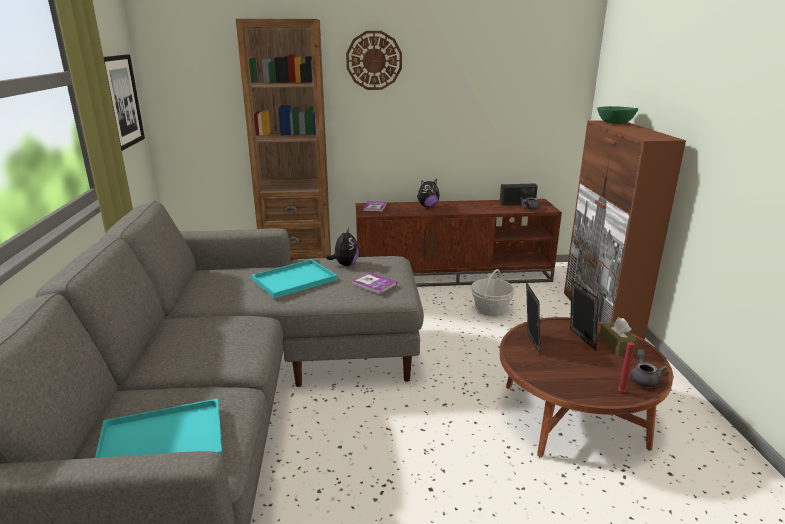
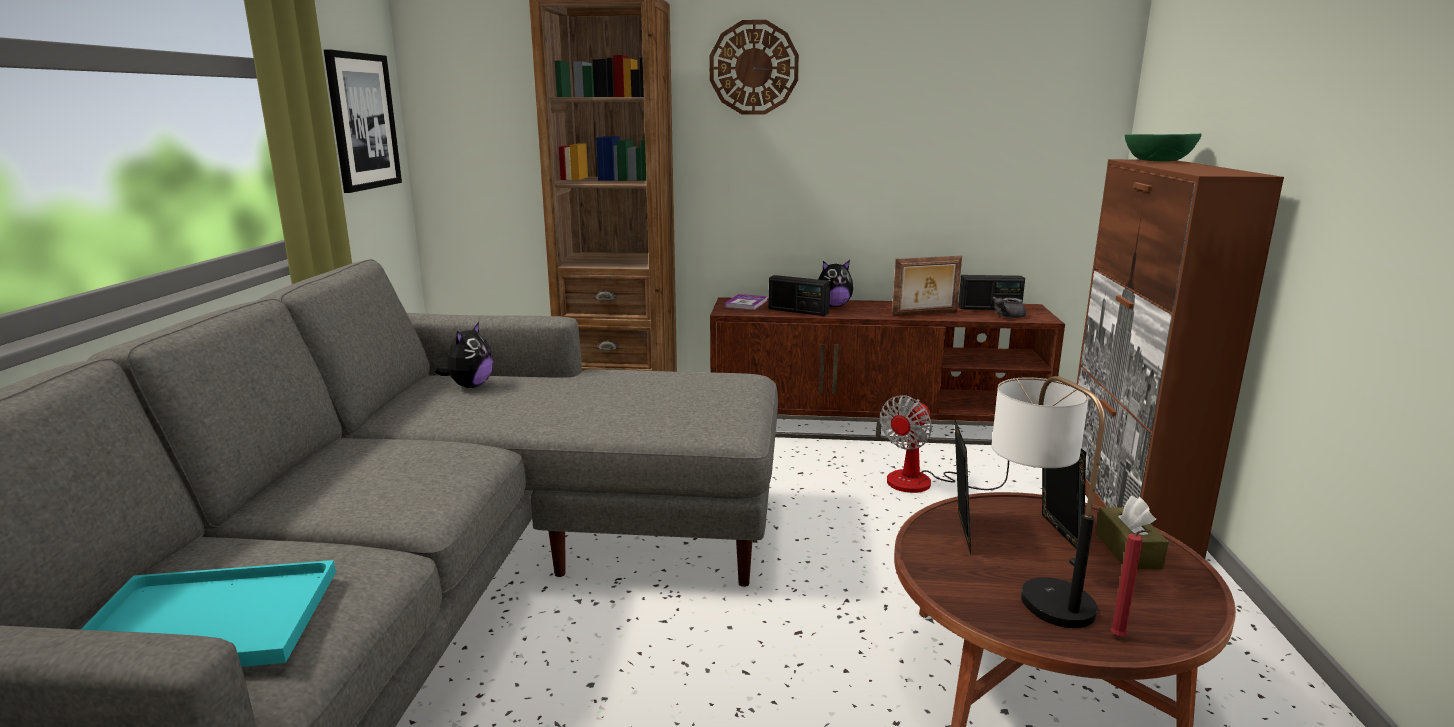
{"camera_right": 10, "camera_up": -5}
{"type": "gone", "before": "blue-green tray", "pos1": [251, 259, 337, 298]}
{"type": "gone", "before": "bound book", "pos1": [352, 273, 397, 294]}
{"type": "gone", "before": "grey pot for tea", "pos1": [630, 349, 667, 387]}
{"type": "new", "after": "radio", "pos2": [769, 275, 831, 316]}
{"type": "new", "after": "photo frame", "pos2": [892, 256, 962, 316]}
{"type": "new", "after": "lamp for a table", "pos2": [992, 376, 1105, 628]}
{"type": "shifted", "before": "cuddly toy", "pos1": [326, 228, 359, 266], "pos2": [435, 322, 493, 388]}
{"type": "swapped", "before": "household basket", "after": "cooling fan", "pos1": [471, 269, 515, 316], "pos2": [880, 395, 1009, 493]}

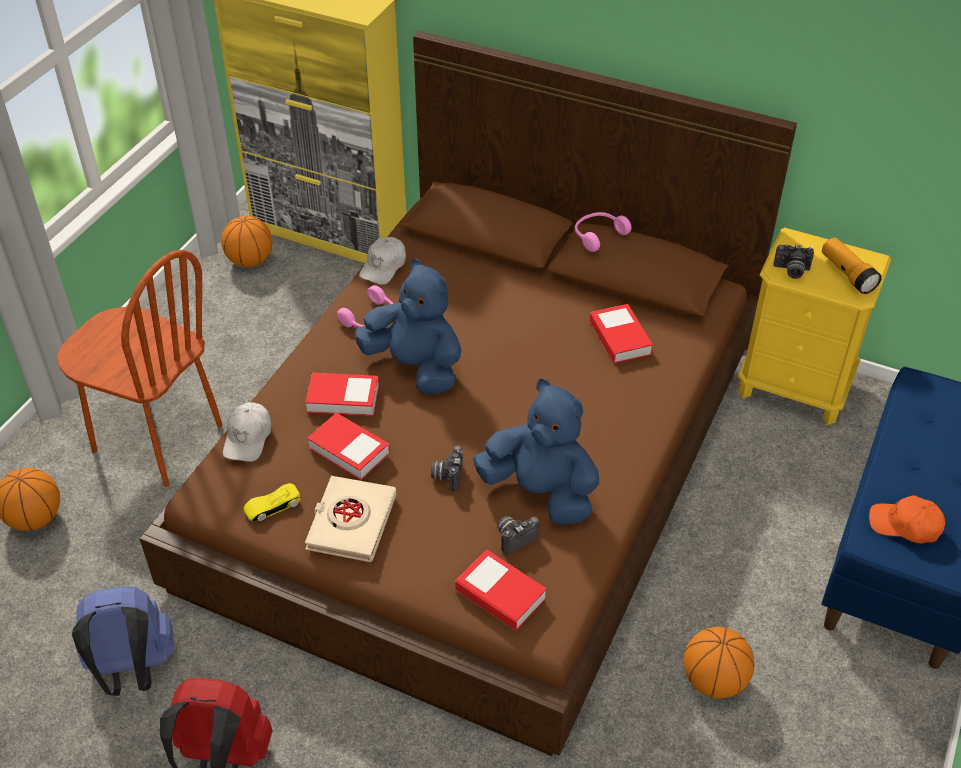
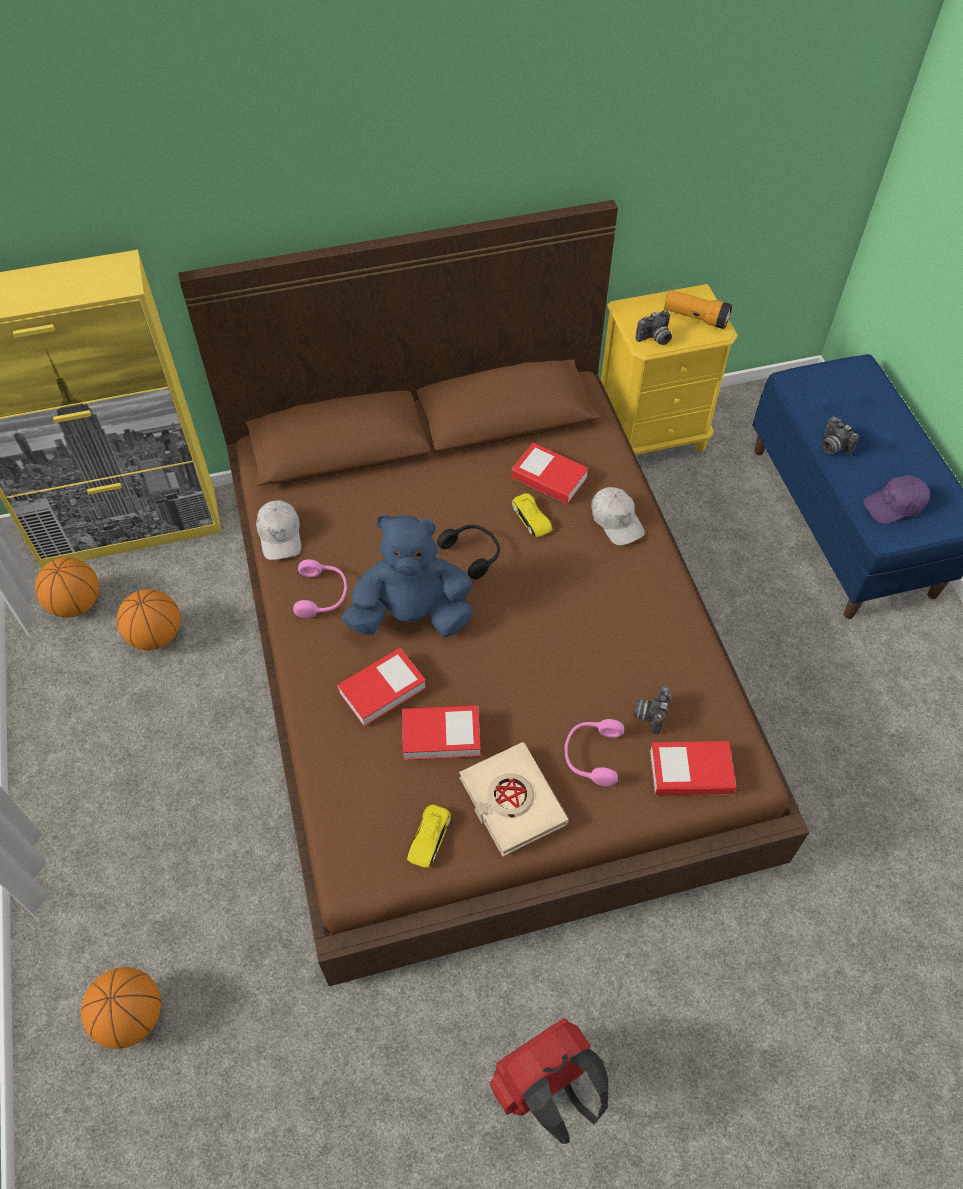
{"camera_right": -40, "camera_up": 10}
{"type": "gone", "before": "brown-coloured plain chair", "pos1": [57, 250, 222, 487]}
{"type": "gone", "before": "blue rucksack", "pos1": [72, 586, 174, 696]}
{"type": "gone", "before": "blue cuddly toy", "pos1": [473, 379, 599, 525]}
{"type": "new", "after": "black pair of headphones", "pos2": [437, 525, 500, 579]}
{"type": "new", "after": "yellow-coloured toy car", "pos2": [512, 493, 553, 537]}
{"type": "shifted", "before": "white peaked cap", "pos1": [223, 403, 272, 462], "pos2": [591, 487, 645, 546]}
{"type": "shifted", "before": "still camera", "pos1": [431, 445, 463, 491], "pos2": [822, 417, 859, 455]}
{"type": "shifted", "before": "pink-coloured pair of headphones", "pos1": [575, 212, 632, 252], "pos2": [564, 719, 624, 786]}
{"type": "shifted", "before": "basketball ball", "pos1": [684, 627, 755, 698], "pos2": [117, 589, 181, 650]}
{"type": "repainted", "before": "orangey peaked cap", "after": "purplish peaked cap", "pos1": [869, 495, 945, 543], "pos2": [863, 475, 930, 524]}

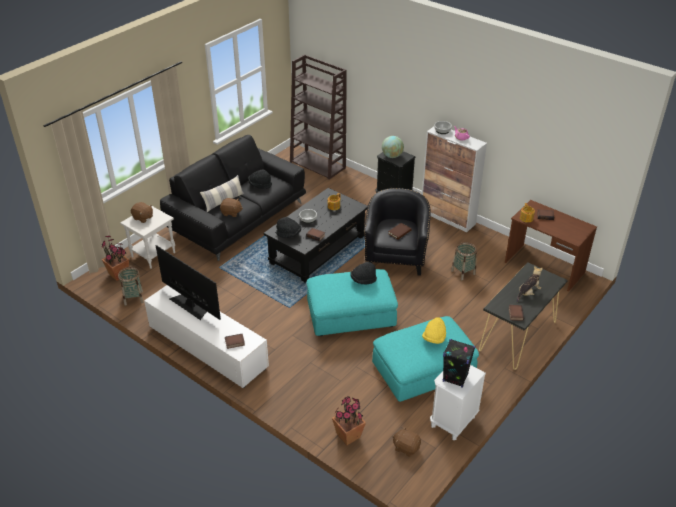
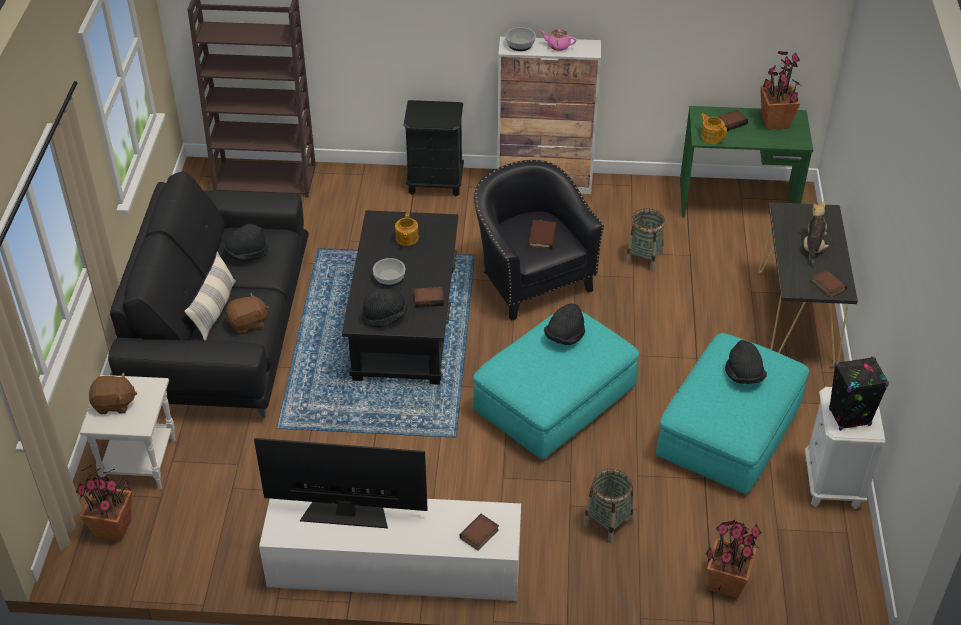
{"camera_right": -35, "camera_up": 5}
{"type": "gone", "before": "world globe", "pos1": [382, 136, 404, 158]}
{"type": "gone", "before": "brown-coloured cuddly toy", "pos1": [393, 428, 421, 457]}
{"type": "new", "after": "houseplant", "pos2": [760, 51, 800, 130]}
{"type": "shifted", "before": "household basket", "pos1": [118, 267, 143, 306], "pos2": [584, 468, 633, 543]}
{"type": "repainted", "before": "yellow-coloured wearable hat", "after": "black wearable hat", "pos1": [422, 317, 446, 344], "pos2": [725, 340, 767, 384]}
{"type": "repainted", "before": "brown-coloured desk", "after": "green desk", "pos1": [505, 200, 597, 292], "pos2": [680, 106, 813, 218]}

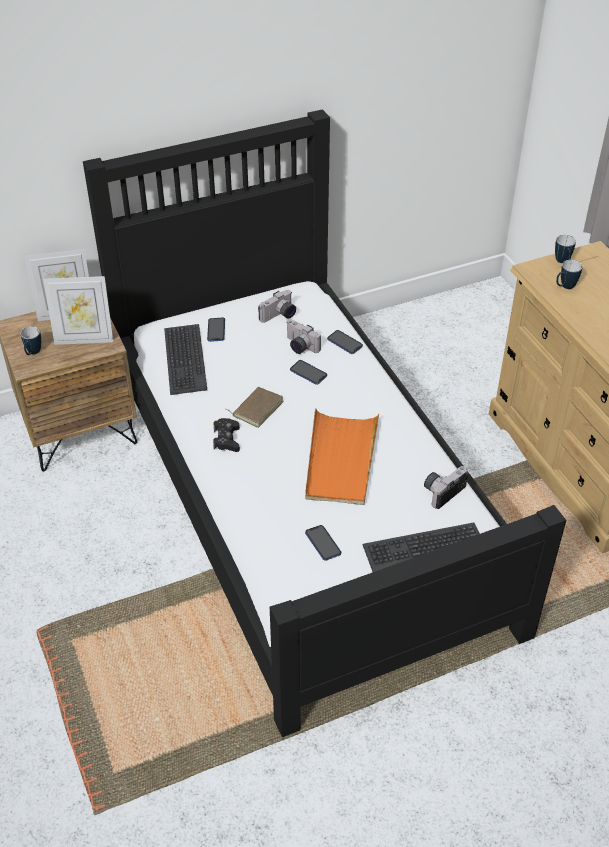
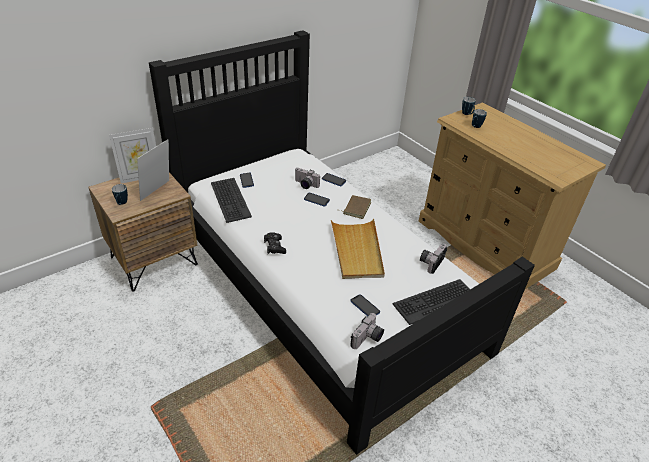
{"camera_right": -15, "camera_up": -5}
{"type": "shifted", "before": "brown-coloured bound book", "pos1": [226, 387, 284, 428], "pos2": [340, 195, 371, 219]}
{"type": "shifted", "before": "still camera", "pos1": [258, 290, 296, 323], "pos2": [350, 313, 384, 349]}
{"type": "repainted", "before": "orangey tray", "after": "beige tray", "pos1": [305, 408, 379, 505], "pos2": [331, 219, 385, 279]}
{"type": "rotated", "before": "photo frame", "pos1": [43, 276, 113, 345], "pos2": [137, 139, 169, 201], "turn": 135}

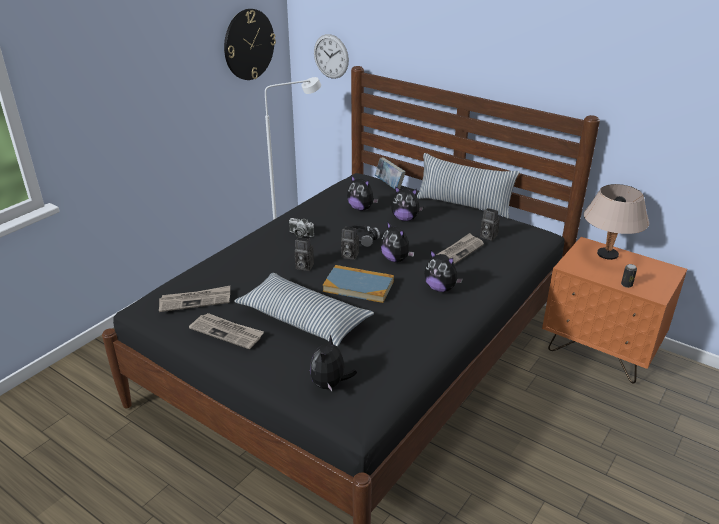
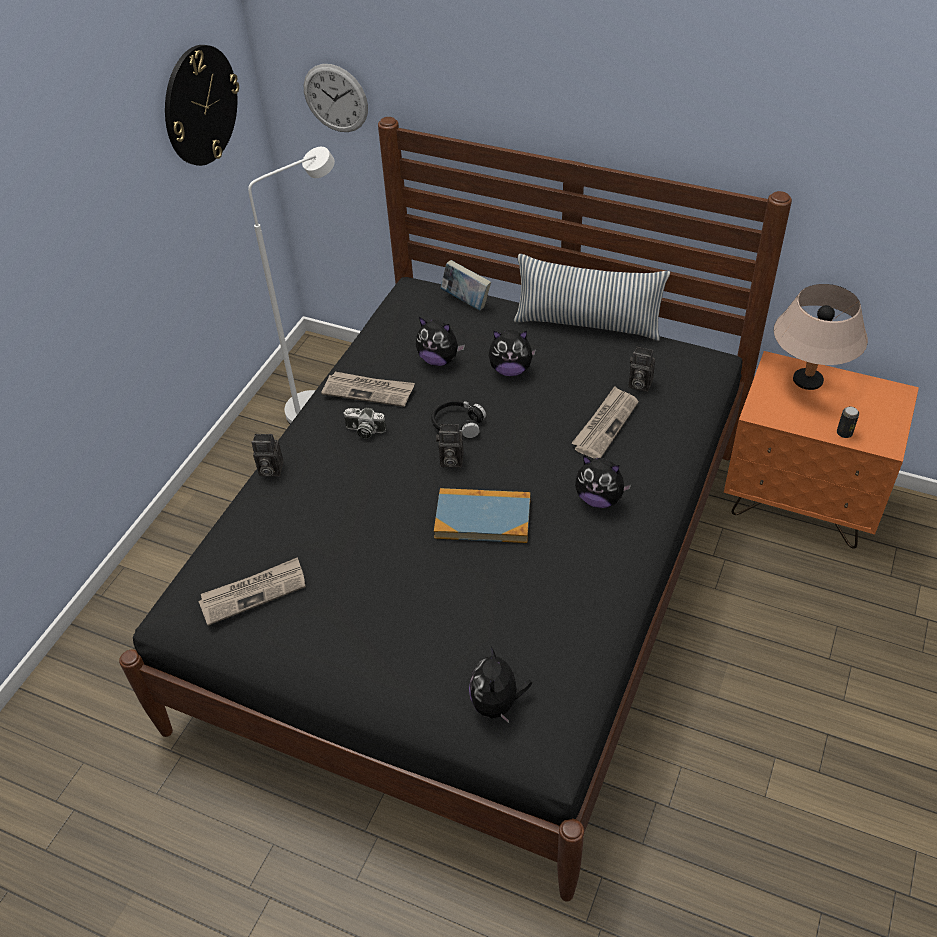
{"camera_right": -10, "camera_up": 15}
{"type": "gone", "before": "throw pillow", "pos1": [234, 273, 374, 346]}
{"type": "gone", "before": "cuddly toy", "pos1": [380, 221, 414, 262]}
{"type": "shifted", "before": "printed paper", "pos1": [189, 313, 264, 349], "pos2": [321, 372, 415, 407]}
{"type": "shifted", "before": "still camera", "pos1": [294, 237, 314, 271], "pos2": [251, 434, 284, 477]}

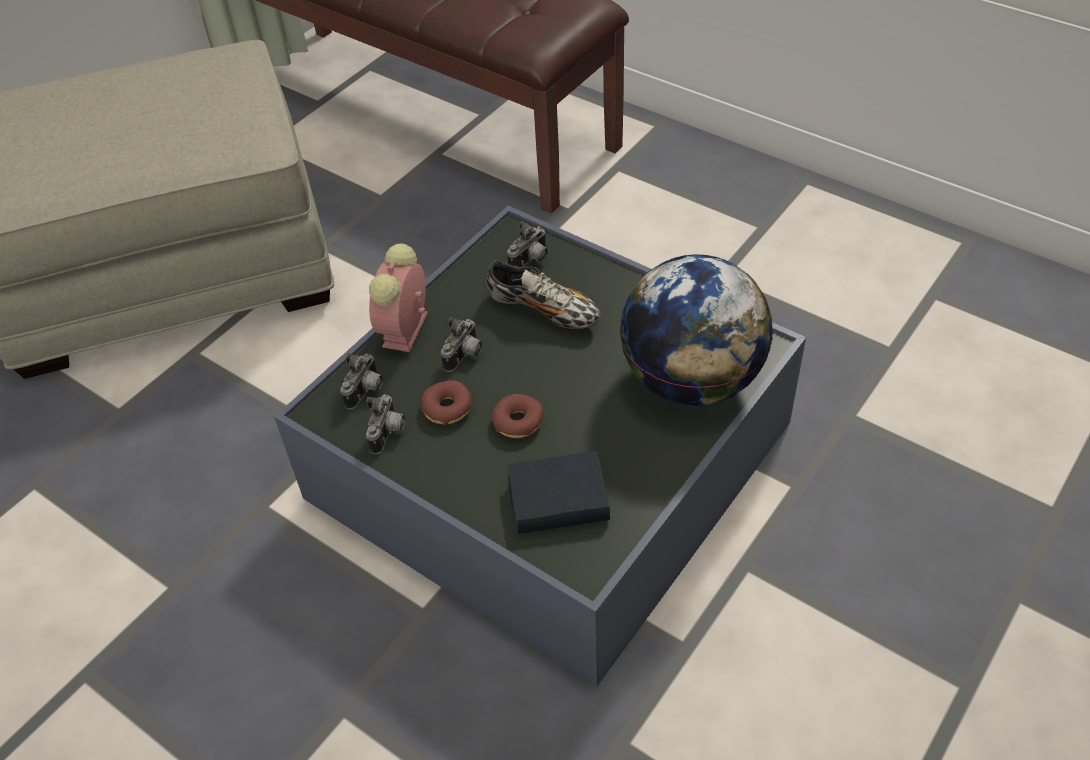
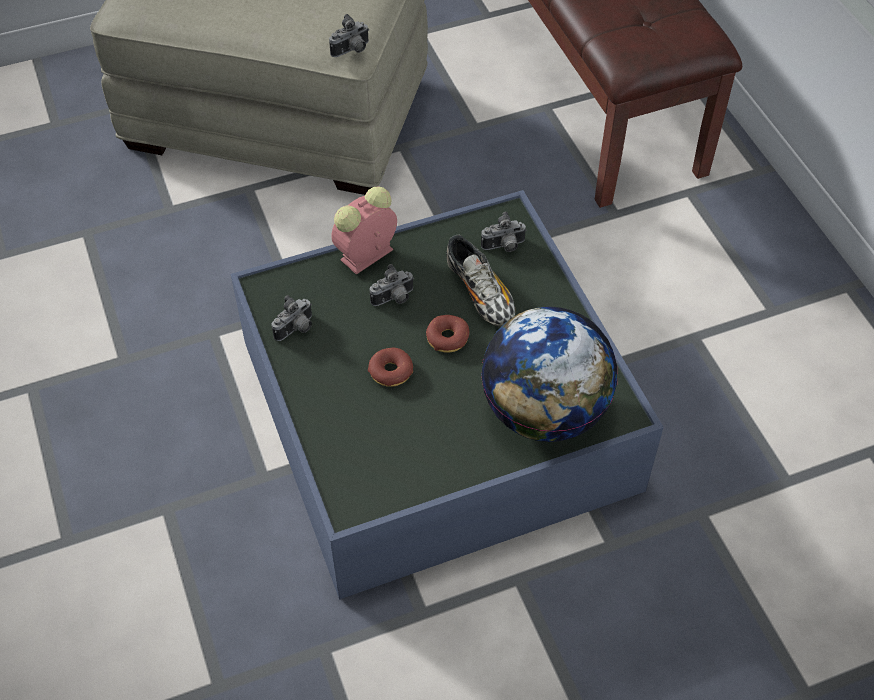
{"camera_right": 30, "camera_up": 5}
{"type": "gone", "before": "bound book", "pos1": [508, 451, 610, 534]}
{"type": "shifted", "before": "still camera", "pos1": [340, 353, 383, 410], "pos2": [329, 14, 369, 57]}
{"type": "shifted", "before": "doughnut", "pos1": [421, 380, 472, 425], "pos2": [426, 315, 469, 353]}

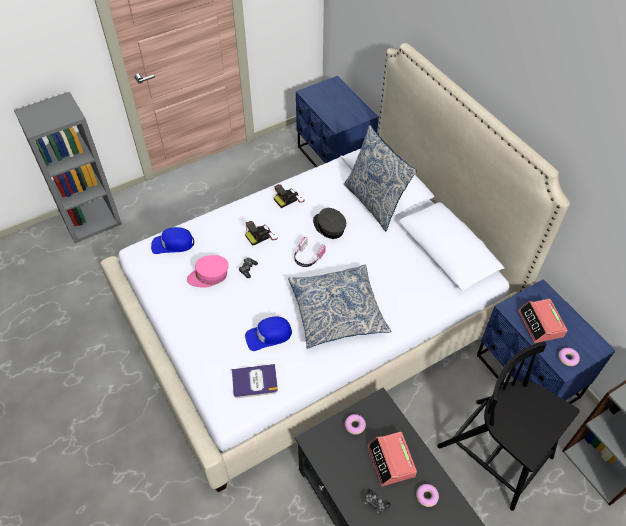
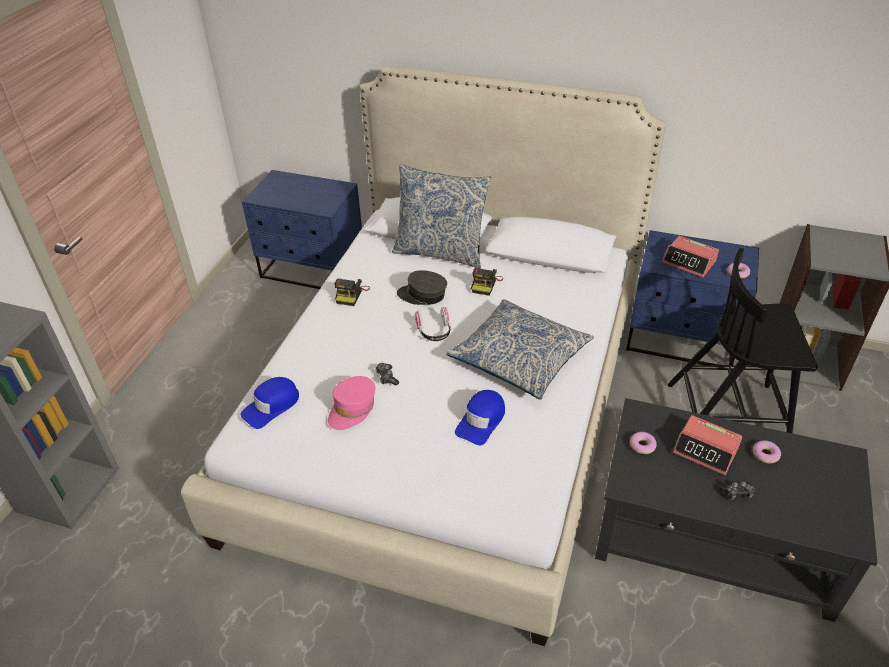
{"camera_right": -40, "camera_up": -10}
{"type": "gone", "before": "bound book", "pos1": [232, 364, 278, 398]}
{"type": "shifted", "before": "still camera", "pos1": [245, 221, 278, 246], "pos2": [471, 268, 503, 296]}

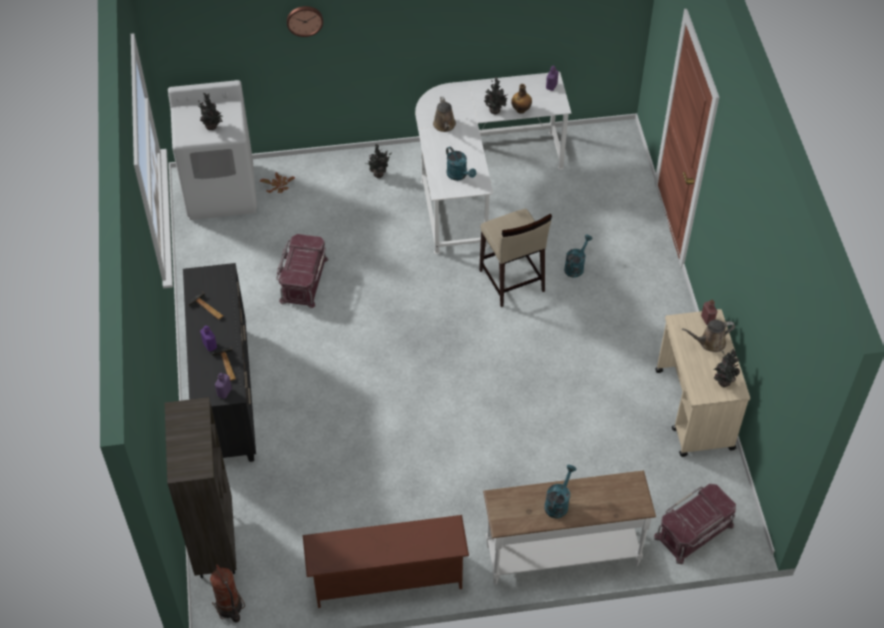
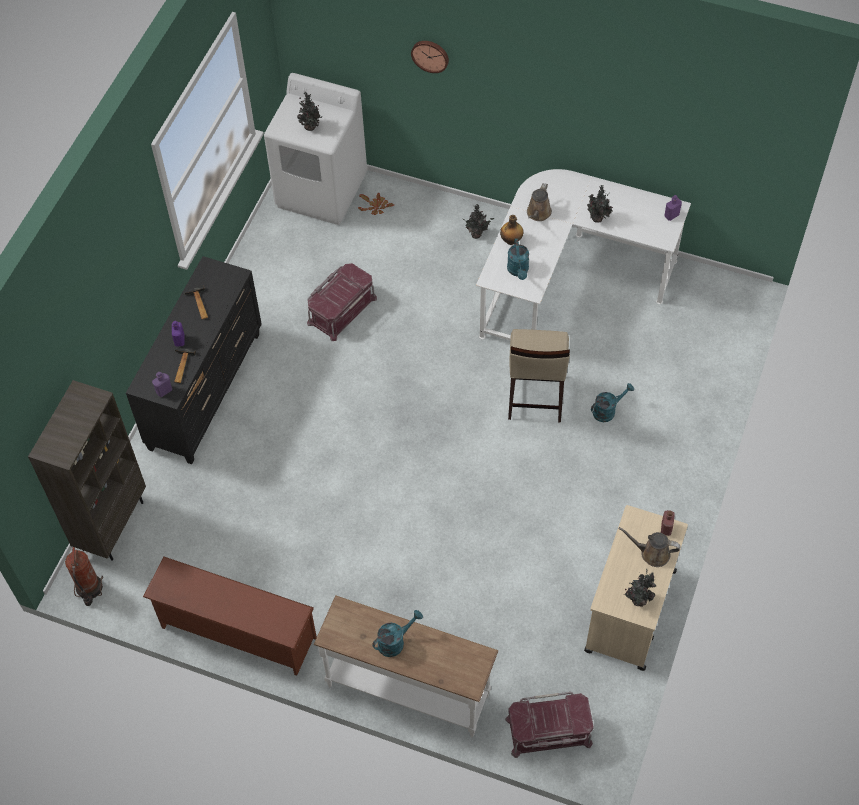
{"camera_right": 30, "camera_up": 5}
{"type": "shifted", "before": "drink bottle", "pos1": [511, 84, 532, 114], "pos2": [500, 215, 524, 245]}

